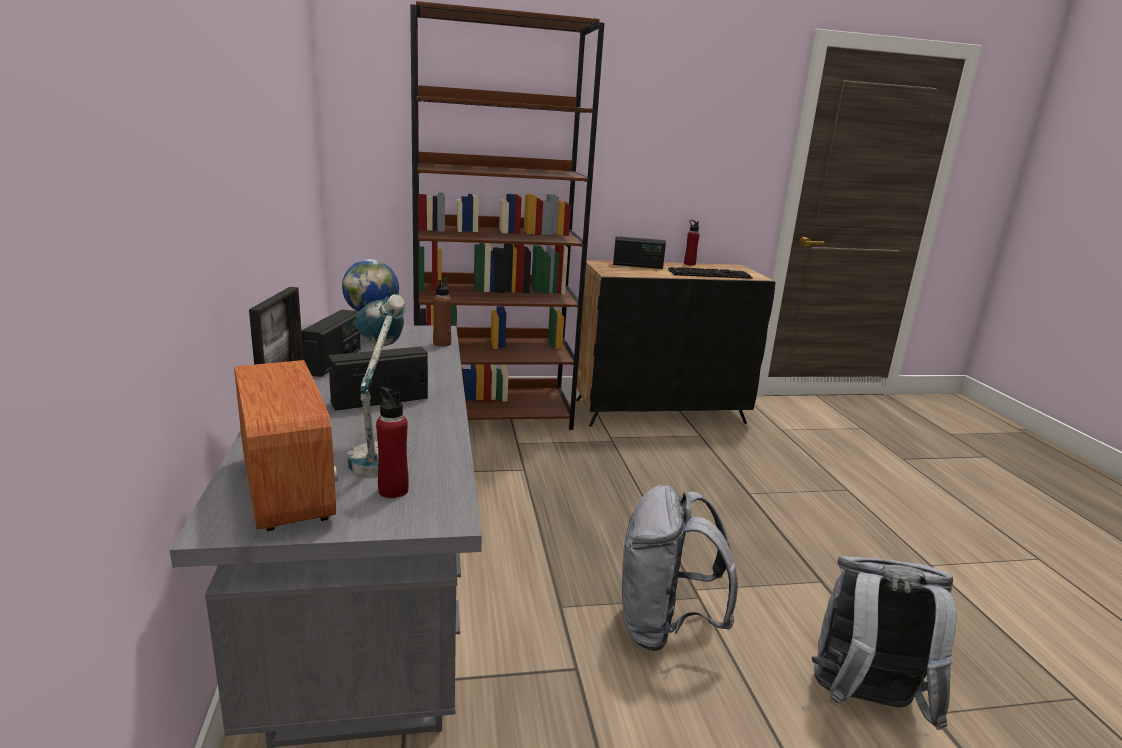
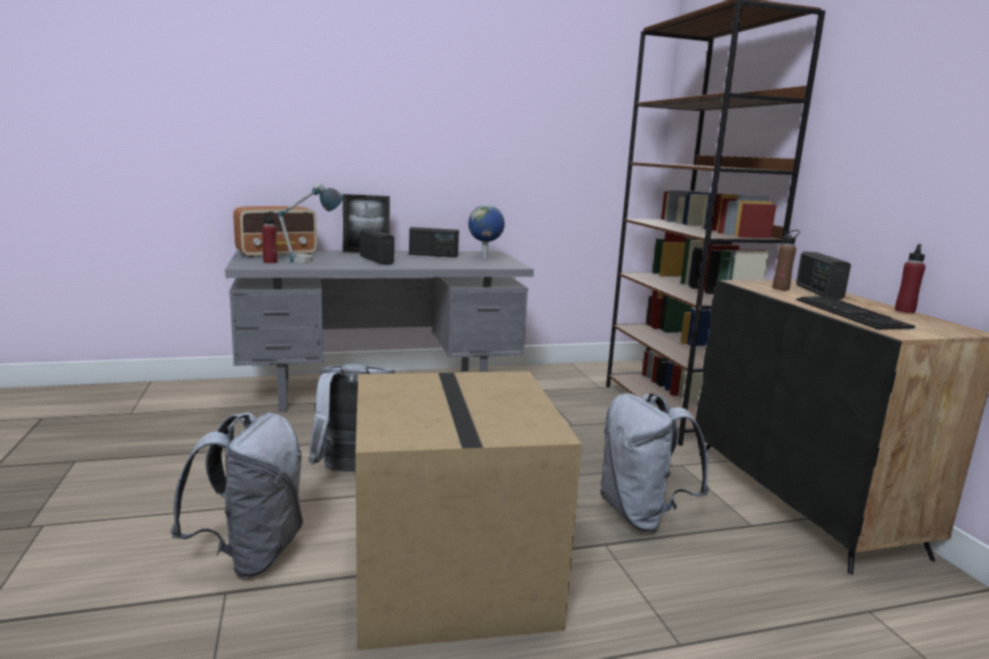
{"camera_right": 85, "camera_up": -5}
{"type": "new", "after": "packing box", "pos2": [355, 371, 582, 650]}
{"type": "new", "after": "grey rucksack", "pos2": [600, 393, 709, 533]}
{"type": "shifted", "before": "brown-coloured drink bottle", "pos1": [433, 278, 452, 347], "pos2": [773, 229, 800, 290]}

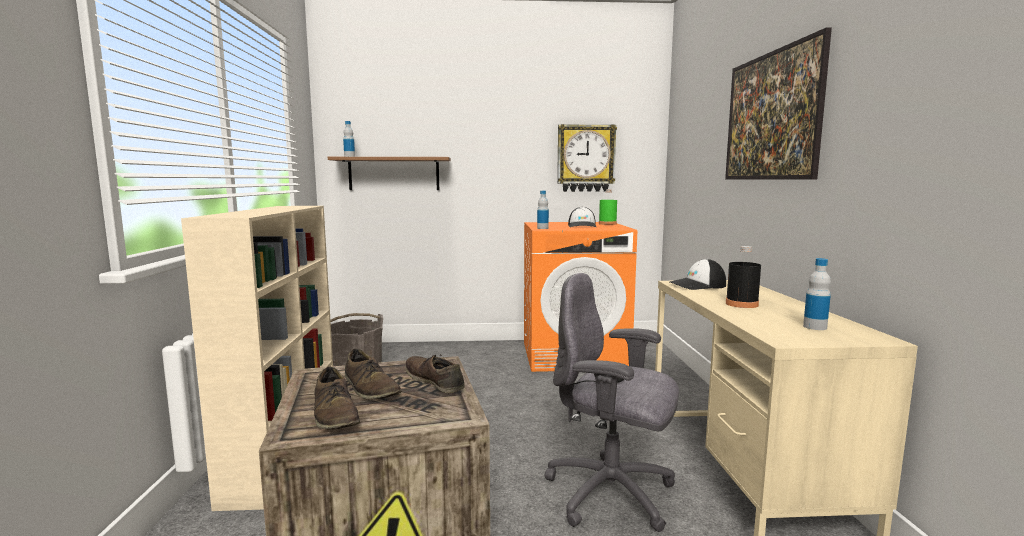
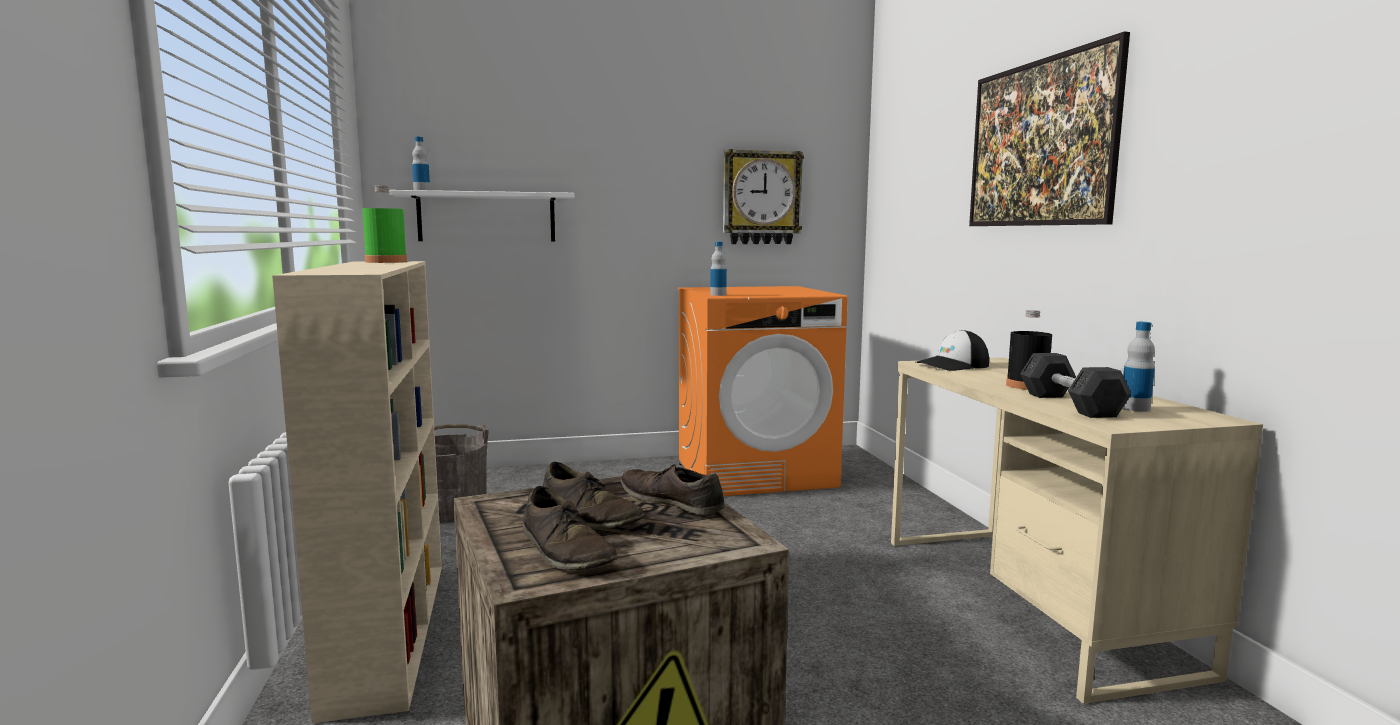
{"camera_right": -10, "camera_up": 0}
{"type": "gone", "before": "grey office chair", "pos1": [544, 273, 679, 532]}
{"type": "gone", "before": "peaked cap", "pos1": [568, 207, 596, 227]}
{"type": "new", "after": "grey free weight", "pos2": [1020, 353, 1131, 418]}
{"type": "shifted", "before": "green drink bottle", "pos1": [599, 190, 617, 225], "pos2": [363, 185, 407, 263]}
{"type": "repainted", "before": "brown-coloured shelf", "after": "white shelf", "pos1": [328, 157, 451, 190], "pos2": [390, 190, 574, 242]}

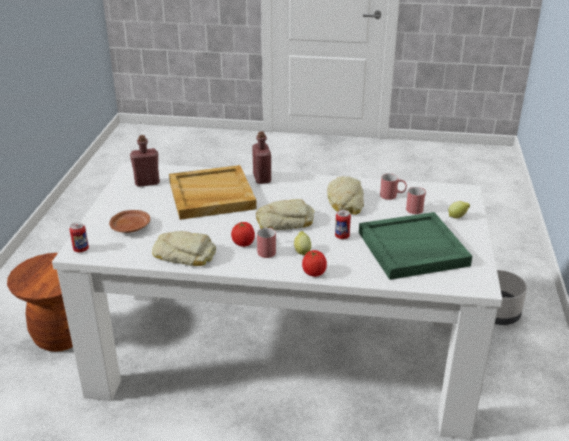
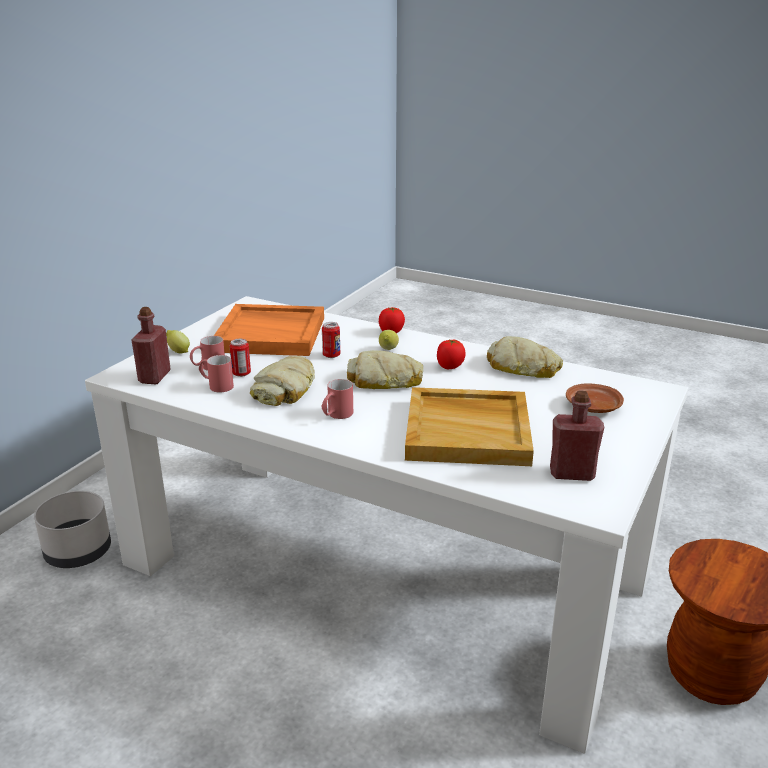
{"camera_right": -160, "camera_up": -5}
{"type": "shifted", "before": "can", "pos1": [69, 222, 89, 253], "pos2": [230, 339, 251, 377]}
{"type": "shifted", "before": "red drink bottle", "pos1": [252, 131, 271, 184], "pos2": [132, 307, 171, 384]}
{"type": "shifted", "before": "red mug", "pos1": [257, 227, 276, 258], "pos2": [321, 379, 353, 419]}
{"type": "repainted", "before": "green tray", "after": "orangey tray", "pos1": [359, 212, 472, 280], "pos2": [214, 304, 324, 356]}

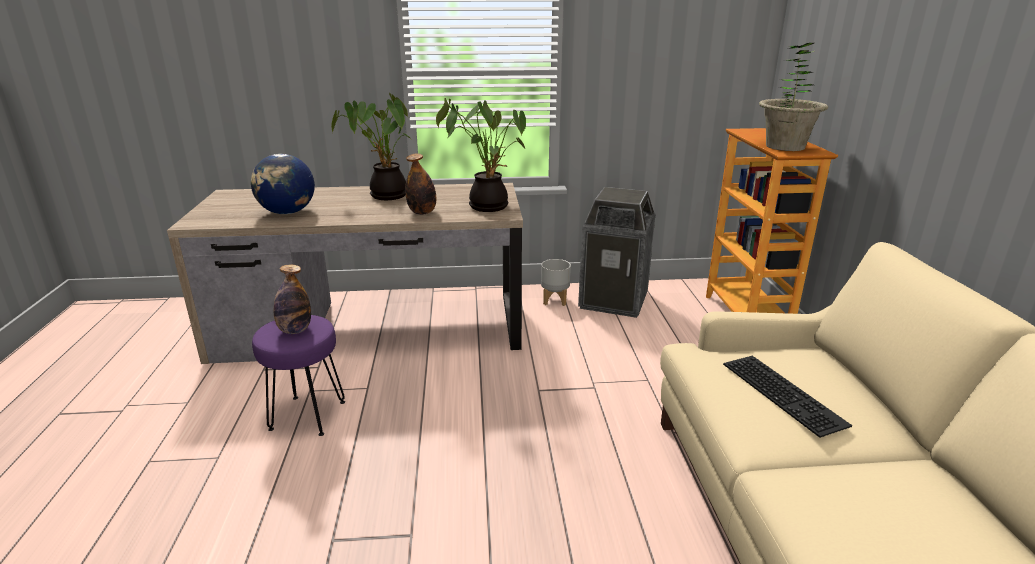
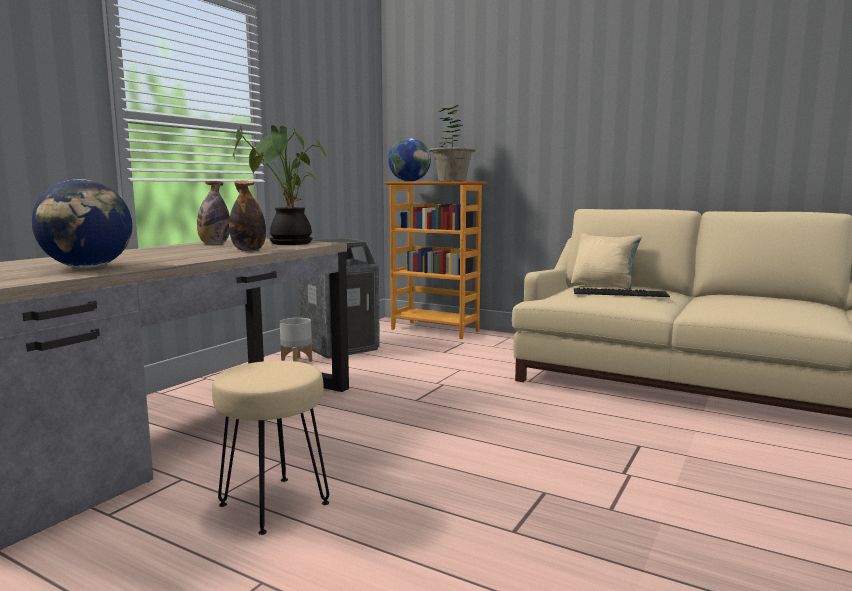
{"camera_right": -55, "camera_up": -15}
{"type": "gone", "before": "houseplant", "pos1": [331, 93, 411, 200]}
{"type": "new", "after": "world globe", "pos2": [388, 138, 431, 182]}
{"type": "new", "after": "beige throw pillow", "pos2": [571, 232, 642, 290]}
{"type": "shifted", "before": "drink bottle", "pos1": [274, 265, 311, 334], "pos2": [197, 181, 230, 244]}
{"type": "repainted", "before": "purplish stool", "after": "beige stool", "pos1": [252, 315, 345, 436], "pos2": [212, 361, 329, 535]}

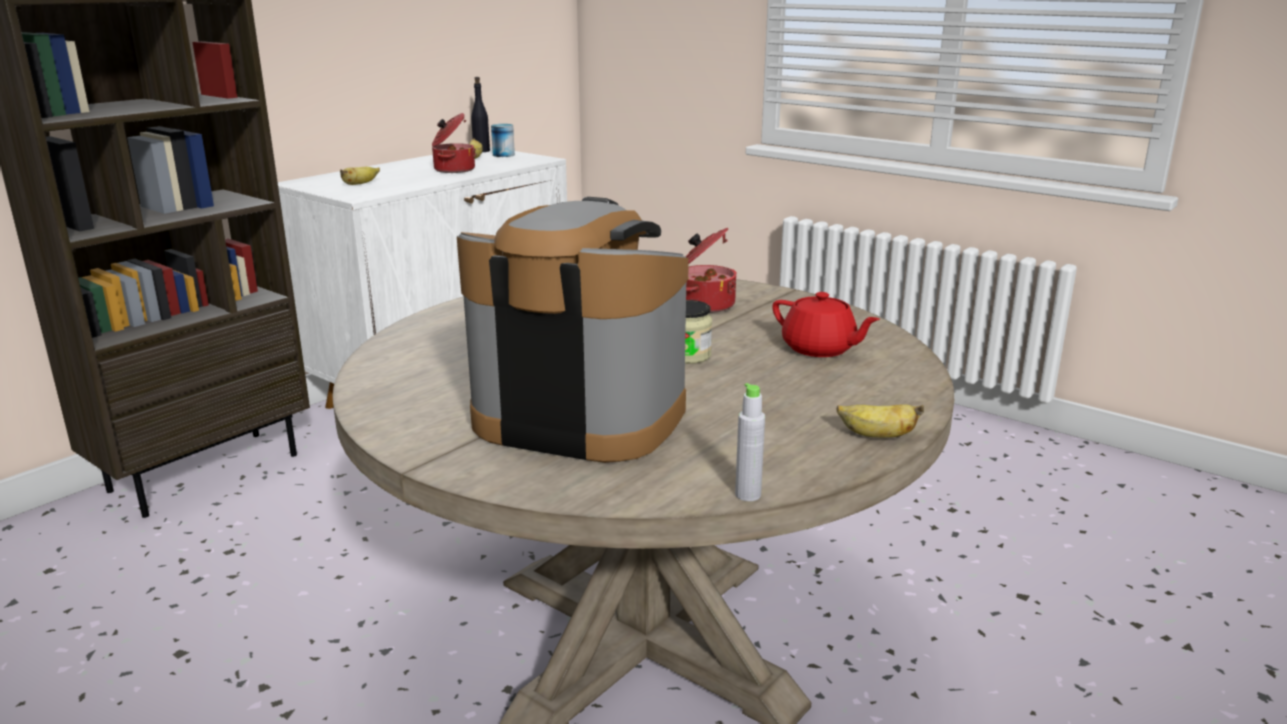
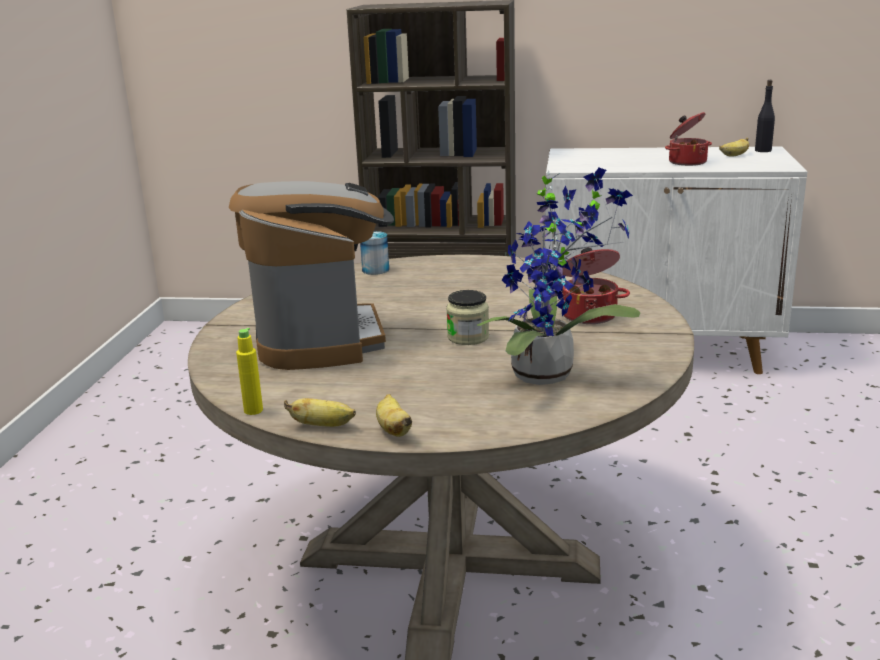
{"camera_right": 60, "camera_up": 0}
{"type": "shifted", "before": "whole banana", "pos1": [340, 167, 380, 185], "pos2": [284, 398, 356, 427]}
{"type": "shifted", "before": "can", "pos1": [491, 124, 515, 157], "pos2": [360, 231, 389, 275]}
{"type": "swapped", "before": "red pot for tea", "after": "houseplant", "pos1": [772, 292, 880, 357], "pos2": [477, 168, 640, 385]}
{"type": "repainted", "before": "grey drink bottle", "after": "yellow-coloured drink bottle", "pos1": [735, 383, 765, 501], "pos2": [236, 328, 263, 415]}

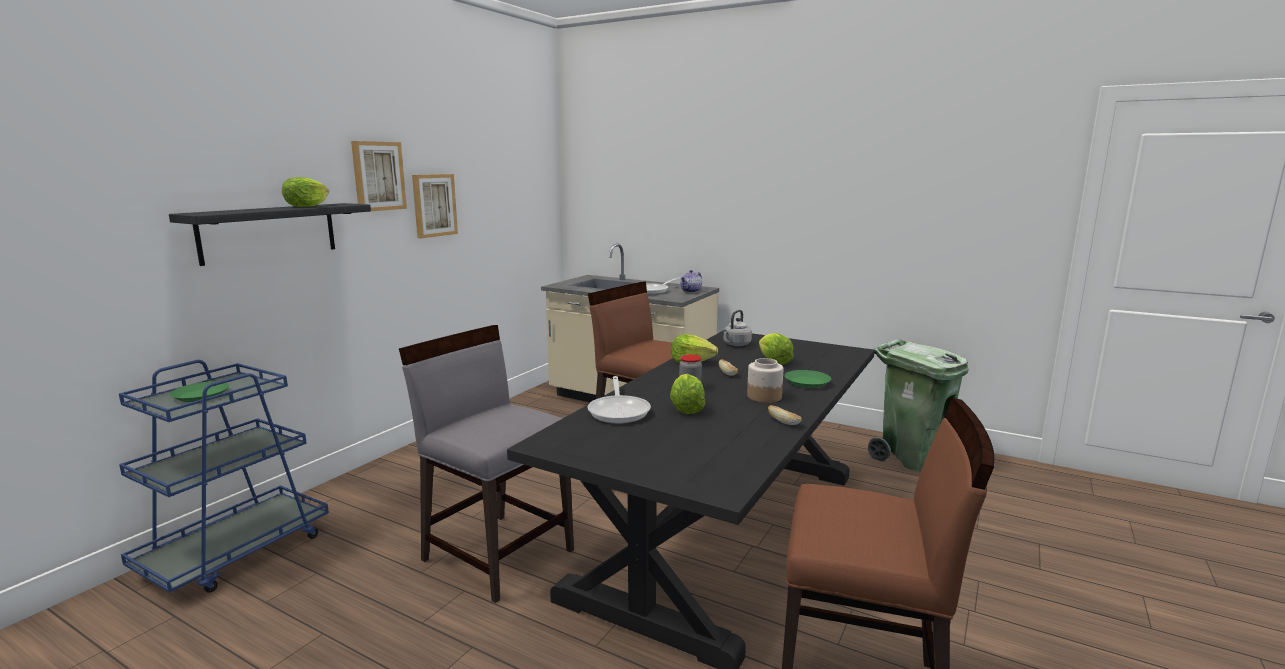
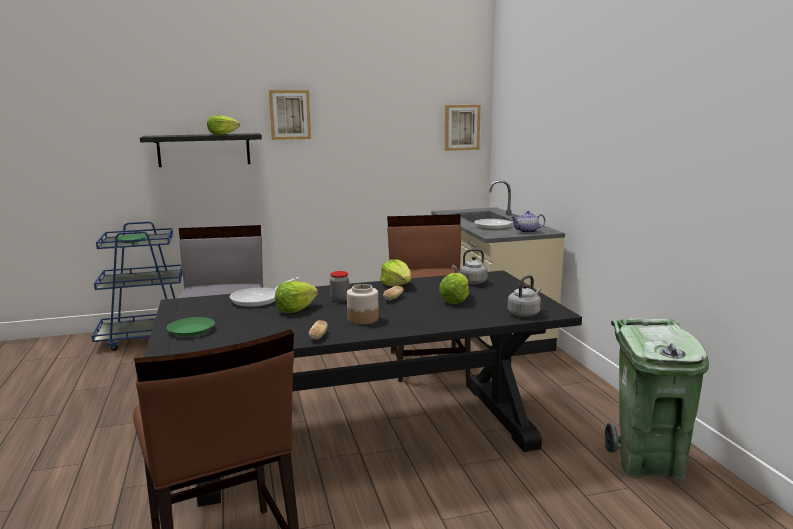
{"camera_right": 45, "camera_up": 0}
{"type": "new", "after": "grey kettle", "pos2": [508, 275, 541, 317]}
{"type": "shifted", "before": "picture", "pos1": [412, 174, 458, 238], "pos2": [445, 105, 481, 151]}
{"type": "shifted", "before": "green dinner plate", "pos1": [785, 370, 831, 388], "pos2": [167, 317, 215, 337]}

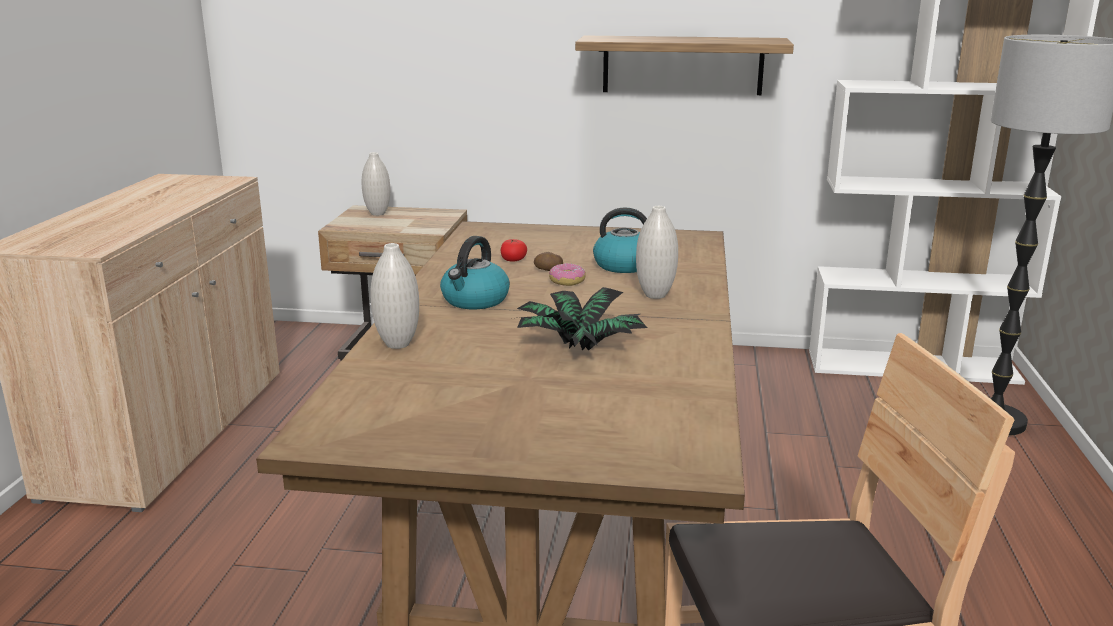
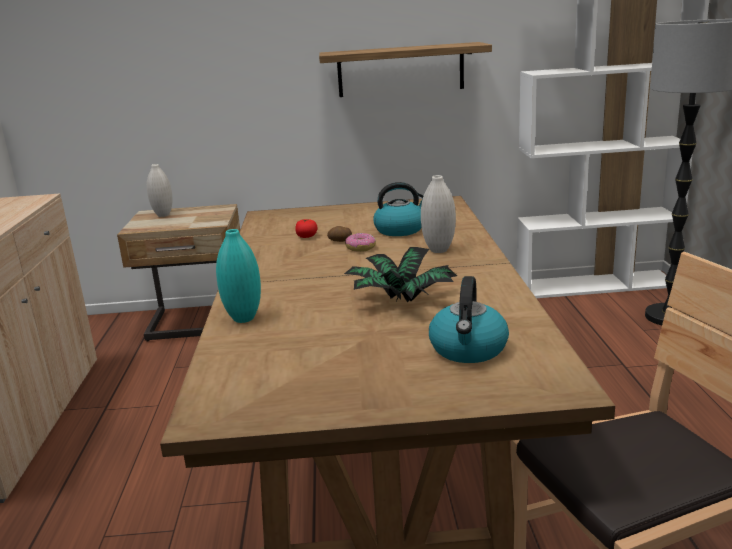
{"camera_right": -10, "camera_up": 0}
{"type": "shifted", "before": "kettle", "pos1": [440, 236, 510, 309], "pos2": [429, 276, 509, 363]}
{"type": "repainted", "before": "white vase", "after": "blue-green vase", "pos1": [370, 243, 419, 349], "pos2": [216, 229, 261, 323]}

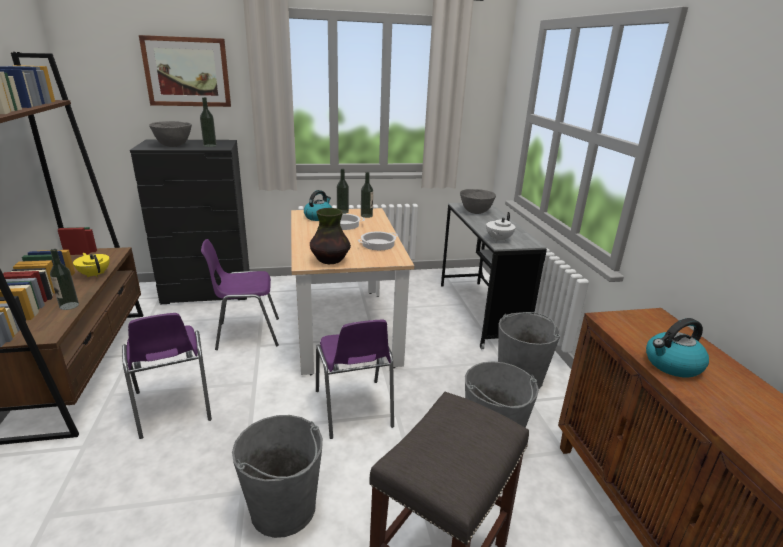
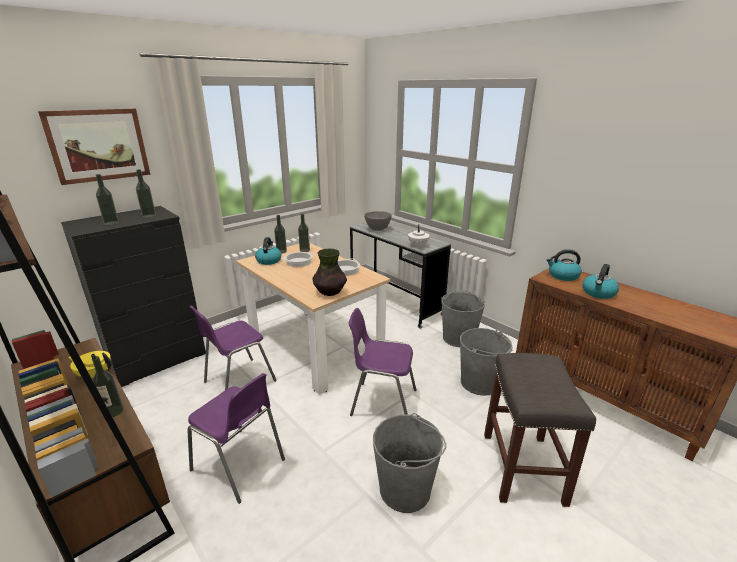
{"camera_right": -30, "camera_up": 0}
{"type": "new", "after": "kettle", "pos2": [546, 249, 582, 281]}
{"type": "swapped", "before": "grey bowl", "after": "drink bottle", "pos1": [149, 121, 192, 147], "pos2": [96, 174, 119, 225]}
{"type": "rotated", "before": "purplish plain chair", "pos1": [316, 320, 394, 439], "pos2": [349, 308, 416, 416], "turn": 150}

